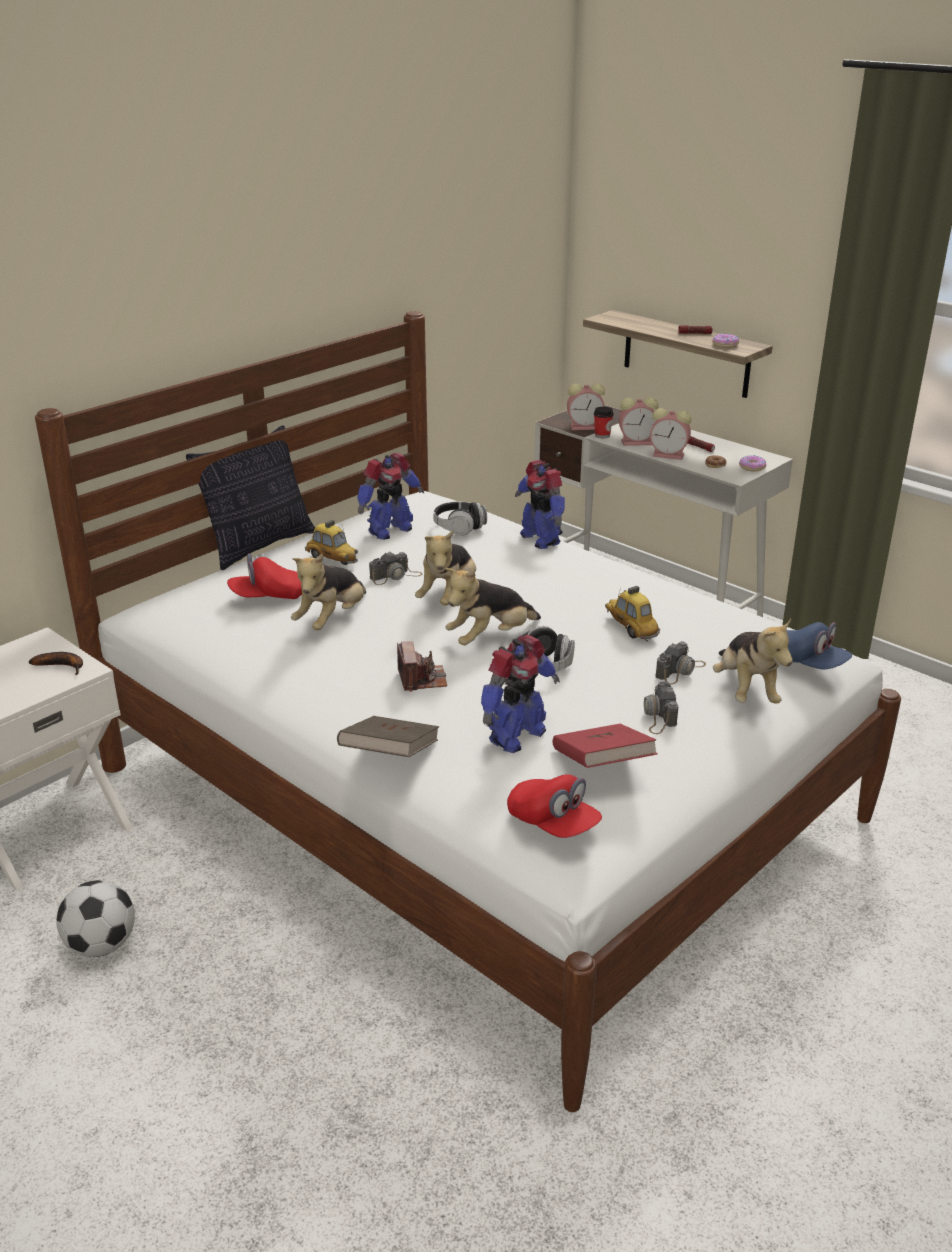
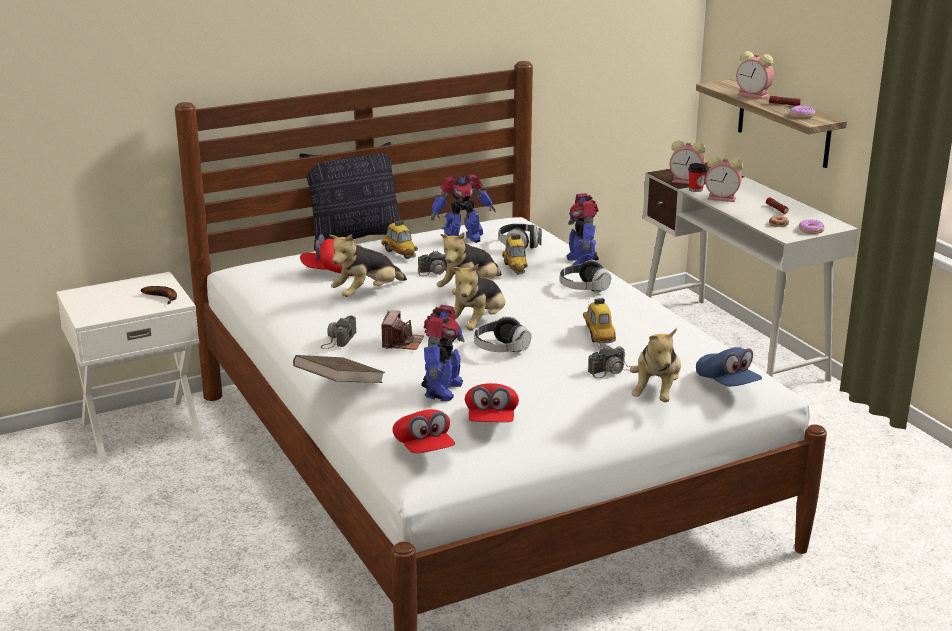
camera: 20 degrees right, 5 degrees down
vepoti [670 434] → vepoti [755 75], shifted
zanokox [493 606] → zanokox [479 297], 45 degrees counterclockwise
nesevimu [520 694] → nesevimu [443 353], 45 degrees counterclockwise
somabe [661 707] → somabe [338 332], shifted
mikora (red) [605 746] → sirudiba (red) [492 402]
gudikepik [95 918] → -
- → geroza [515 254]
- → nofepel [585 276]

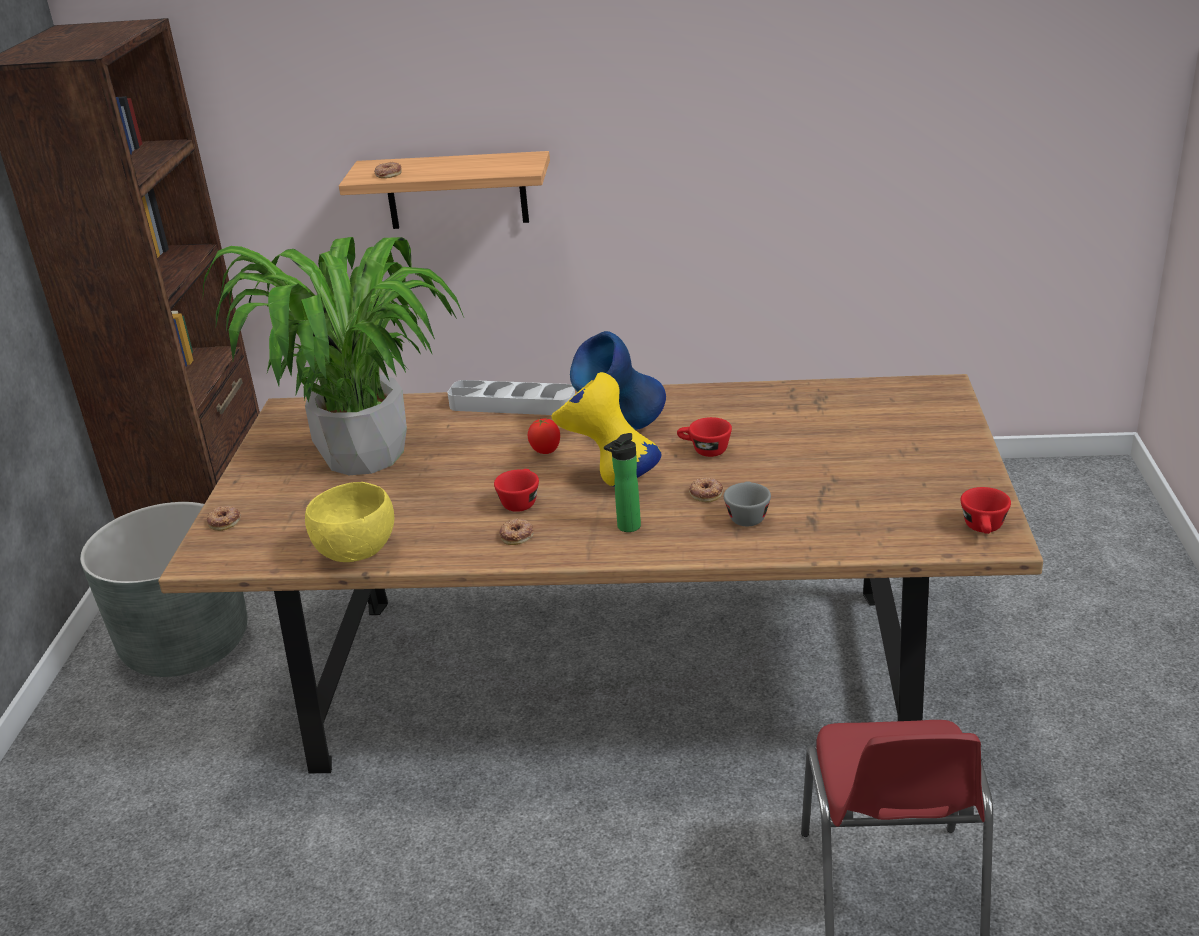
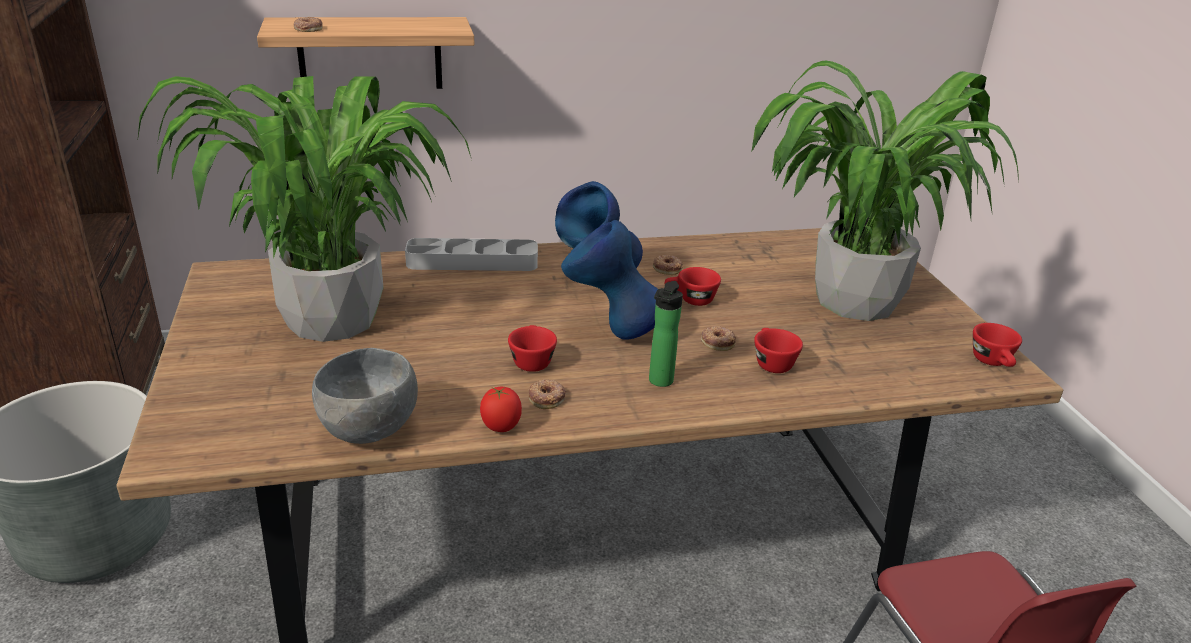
camera: 20 degrees left, 0 degrees up
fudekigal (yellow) [606 429] → fudekigal (blue) [609 280]
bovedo [544 436] → bovedo [501 409], shifted
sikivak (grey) [747 503] → sikivak (red) [778 350]
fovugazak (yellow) [349 522] → fovugazak (grey) [365 396]
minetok [224 518] → minetok [668 265], shifted
- → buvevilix [885 191]

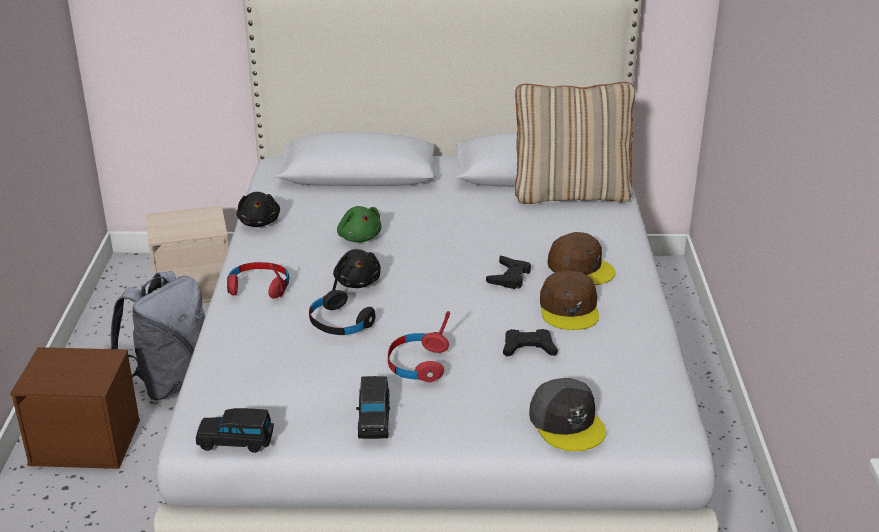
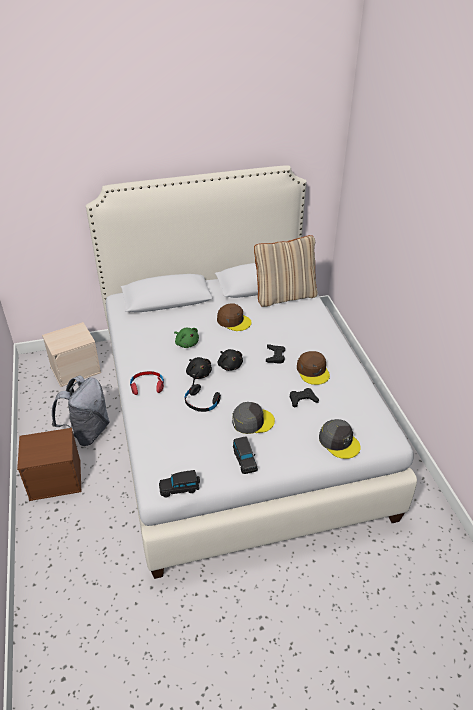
camera: 15 degrees left, 10 degrees up
zanokox (black) [258 209] → zanokox (black) [230 360], shifted
sirudiba (brown) [581 258] → sirudiba (brown) [234 317], shifted
nofepel (red) [419 346] → sirudiba (grey) [253 418]

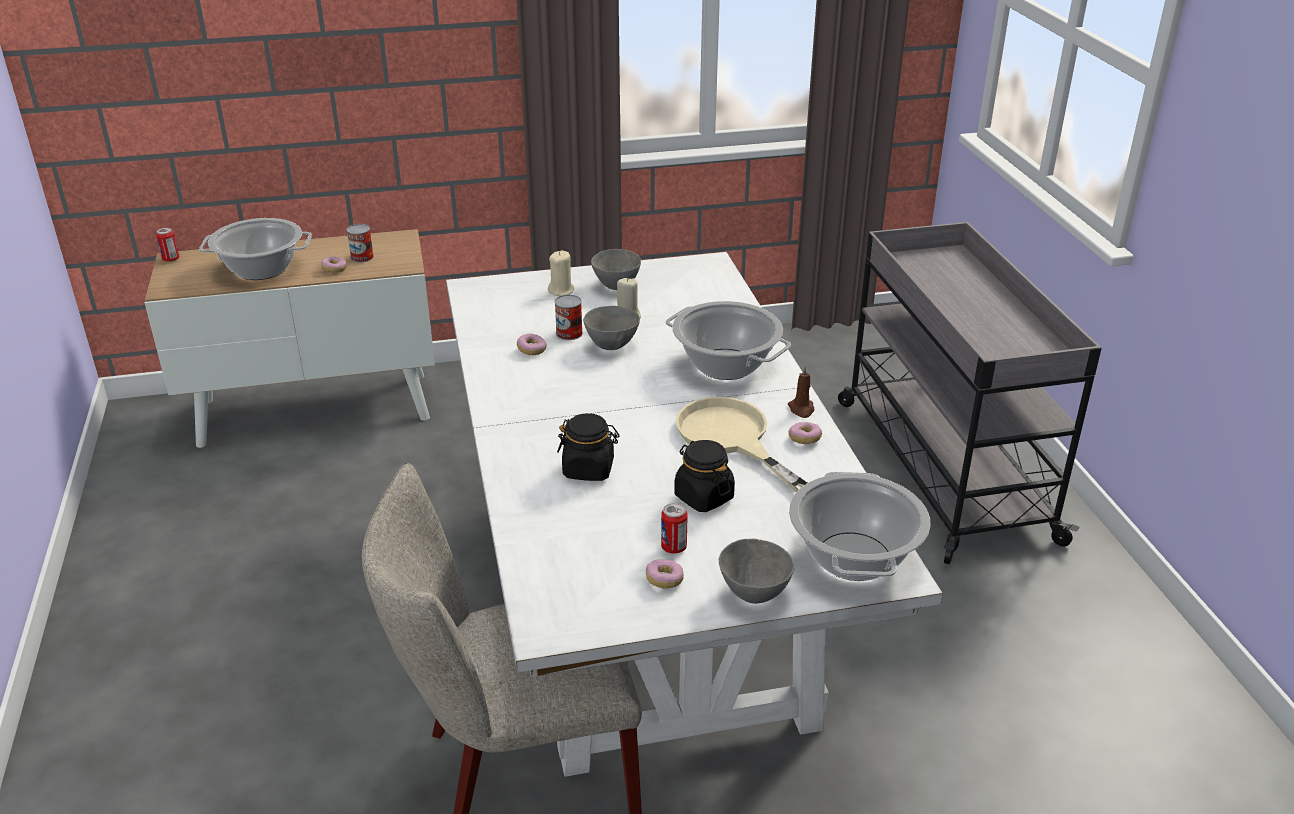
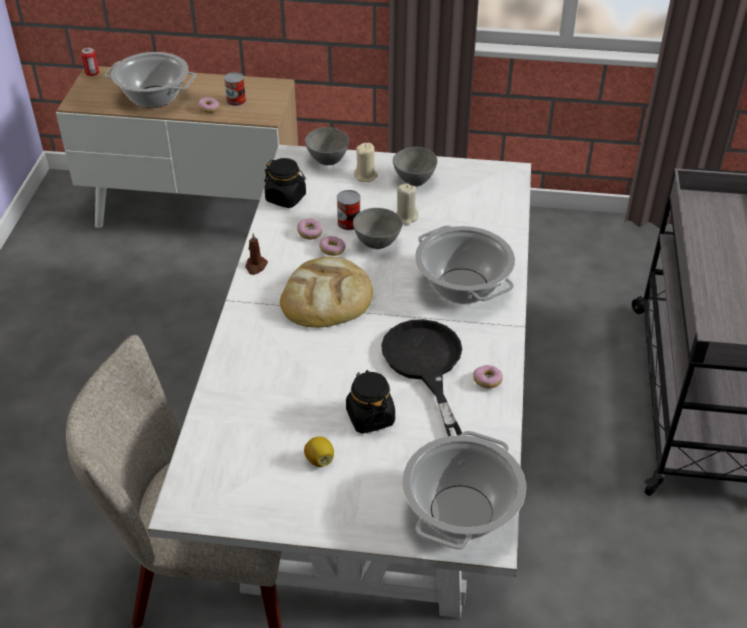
camera: 20 degrees right, 10 degrees up
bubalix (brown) [801 392] → bubalix (brown) [256 254], shifted
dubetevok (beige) [741 444] → dubetevok (black) [421 377]
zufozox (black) [588 447] → zufozox (black) [285 183], shifted
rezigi [674 528] → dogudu [319 452]
fovugazak (grey) [757 571] → fovugazak (grey) [327 146], shifted
minetok [665 574] → minetok [332 246], shifted
- → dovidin [326 292]

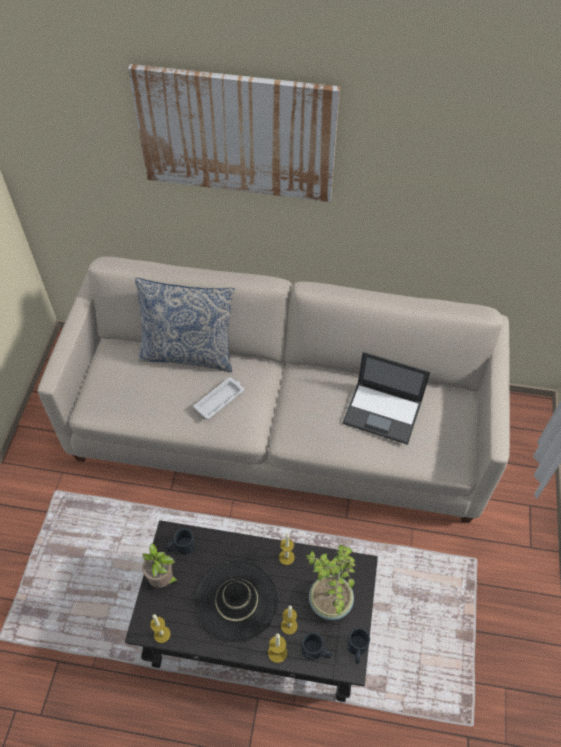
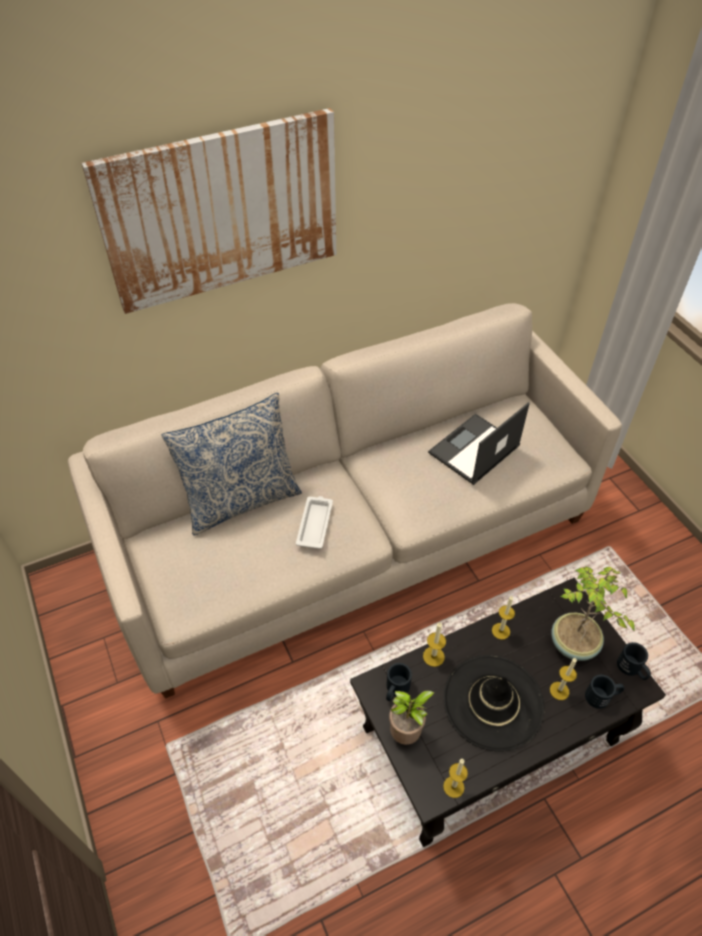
camera: 35 degrees left, 5 degrees down
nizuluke [386 398] → nizuluke [479 443], 150 degrees clockwise
bubalix [277 648] → bubalix [434 644], shifted

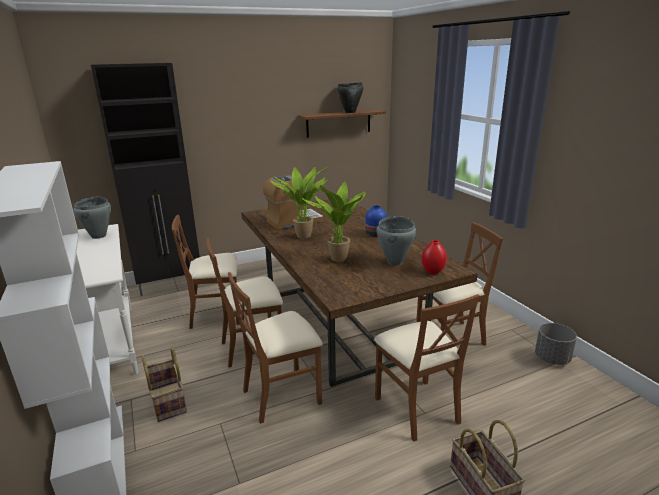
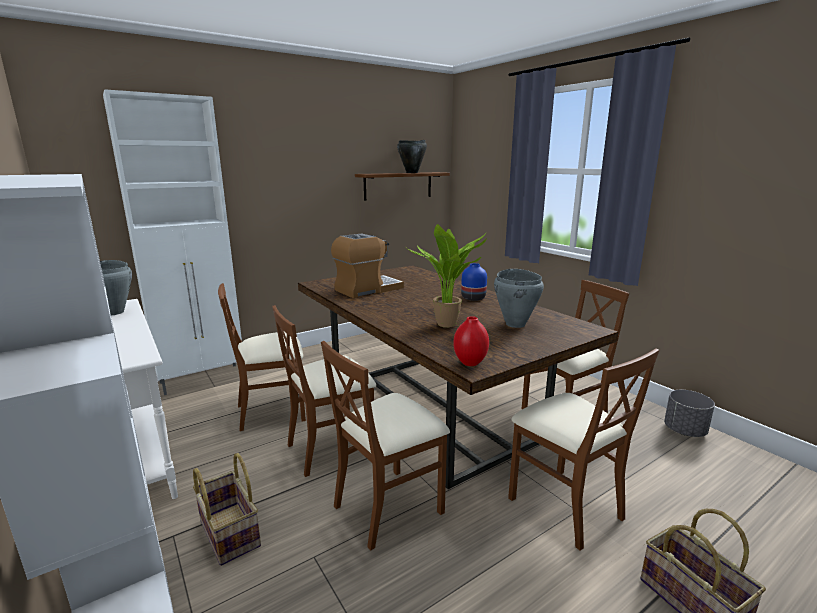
camera: 10 degrees left, 5 degrees down
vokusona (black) [145 179] → vokusona (white) [172 242]
buvevilix [299 202] → -
fudekigal (red) [434 257] → fudekigal (red) [471 341], shifted

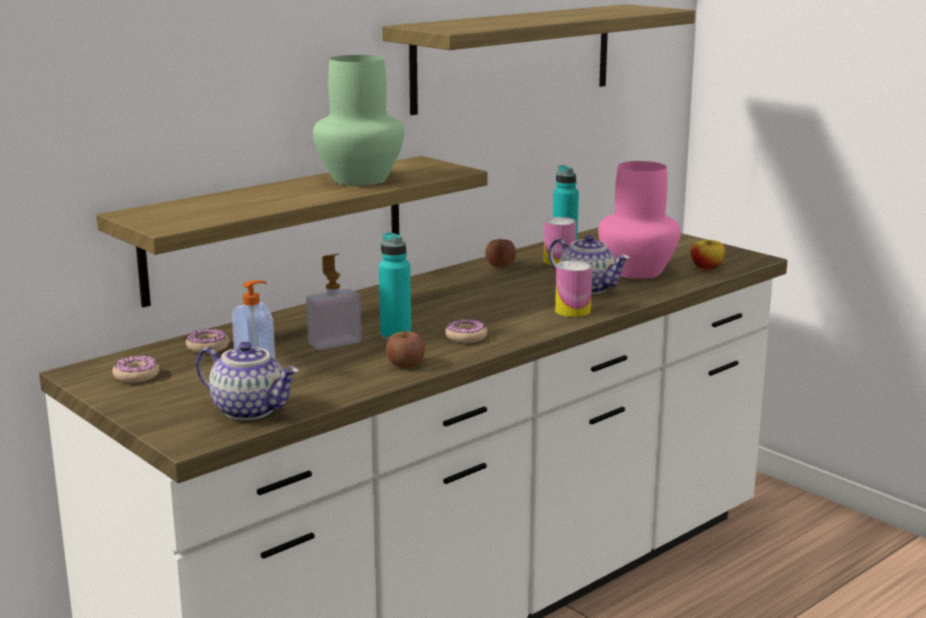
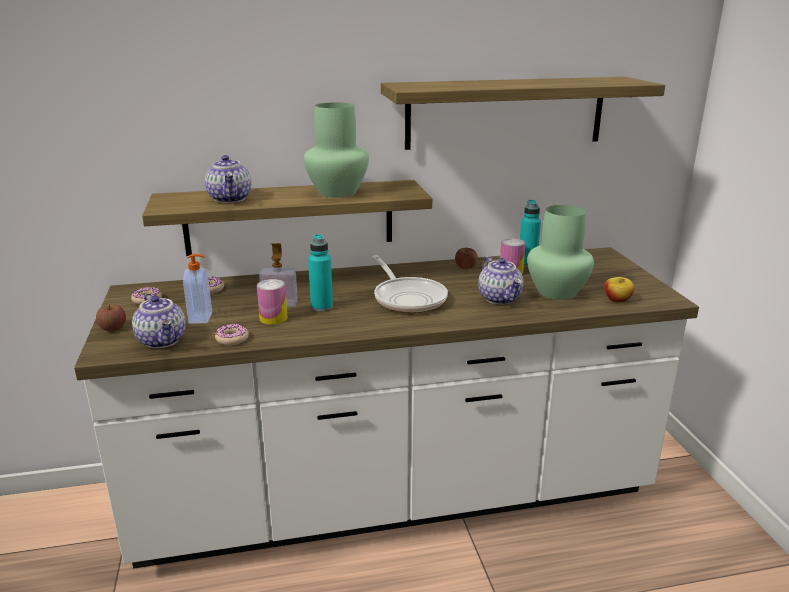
camera: 30 degrees right, 5 degrees up
fudekigal (pink) [639 220] → fudekigal (green) [560 252]
rezigi [573 289] → rezigi [272 302], shifted
minetok [466 331] → minetok [232 334], shifted
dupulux [405 349] → dupulux [111 318], shifted
- → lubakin [228 179]
- → dubetevok [410 284]

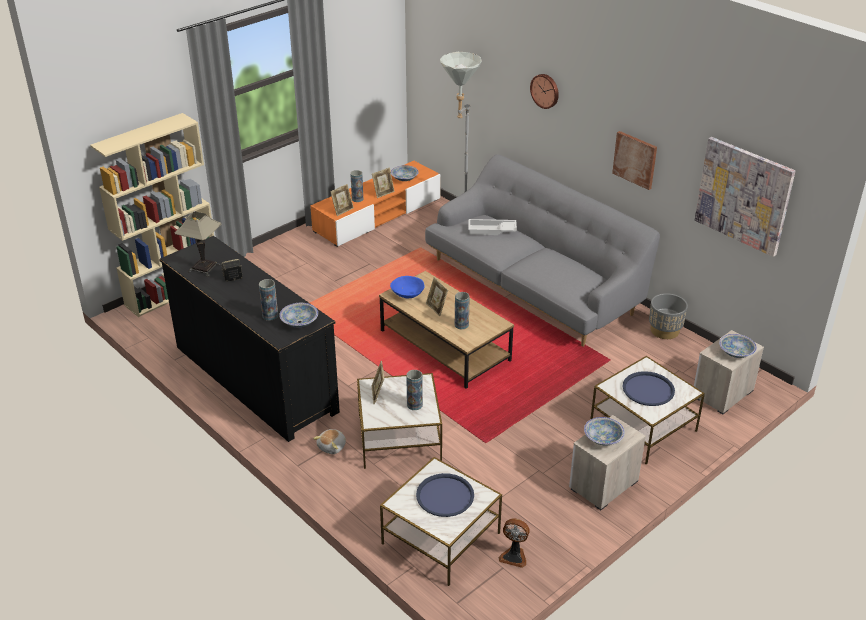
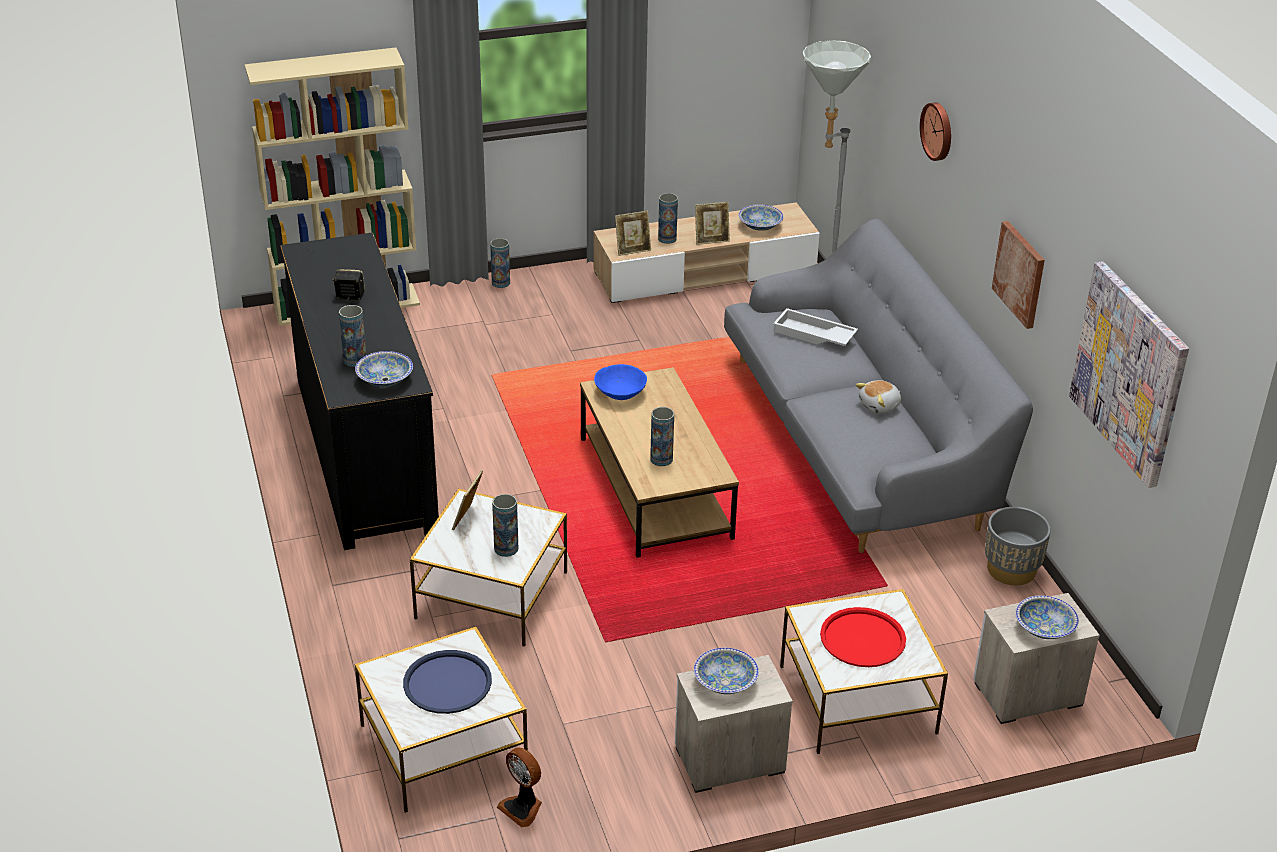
camera: 25 degrees right, 0 degrees up
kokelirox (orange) [375 204] → kokelirox (beige) [707 252]
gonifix [197 244] → -
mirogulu [437 296] → -
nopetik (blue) [648 388] → nopetik (red) [863 637]
zanokox [329 441] → zanokox [878 397], shifted
- → fudekigal [500 263]

